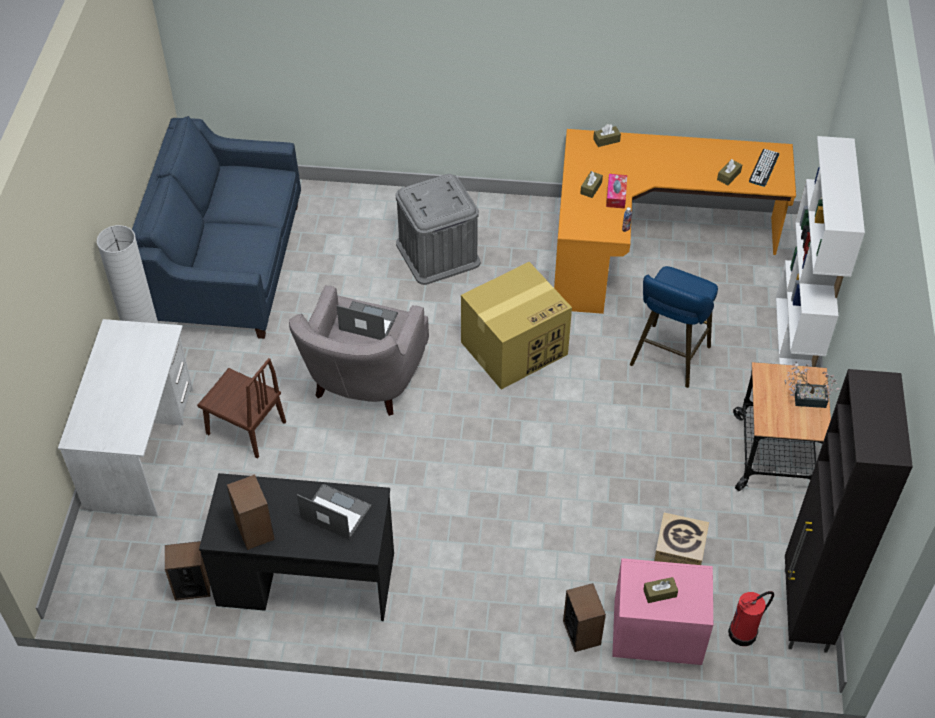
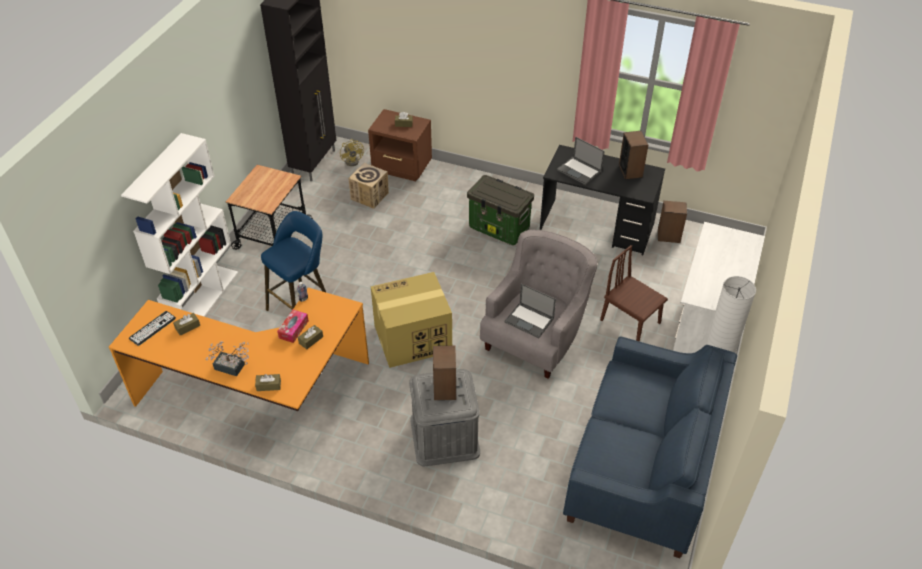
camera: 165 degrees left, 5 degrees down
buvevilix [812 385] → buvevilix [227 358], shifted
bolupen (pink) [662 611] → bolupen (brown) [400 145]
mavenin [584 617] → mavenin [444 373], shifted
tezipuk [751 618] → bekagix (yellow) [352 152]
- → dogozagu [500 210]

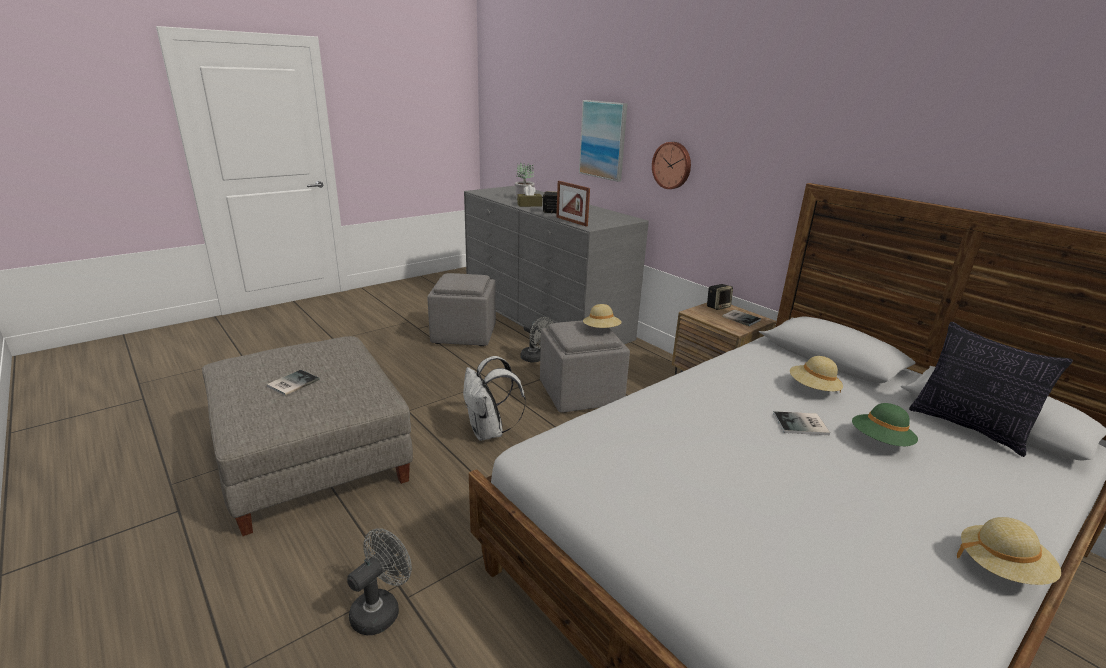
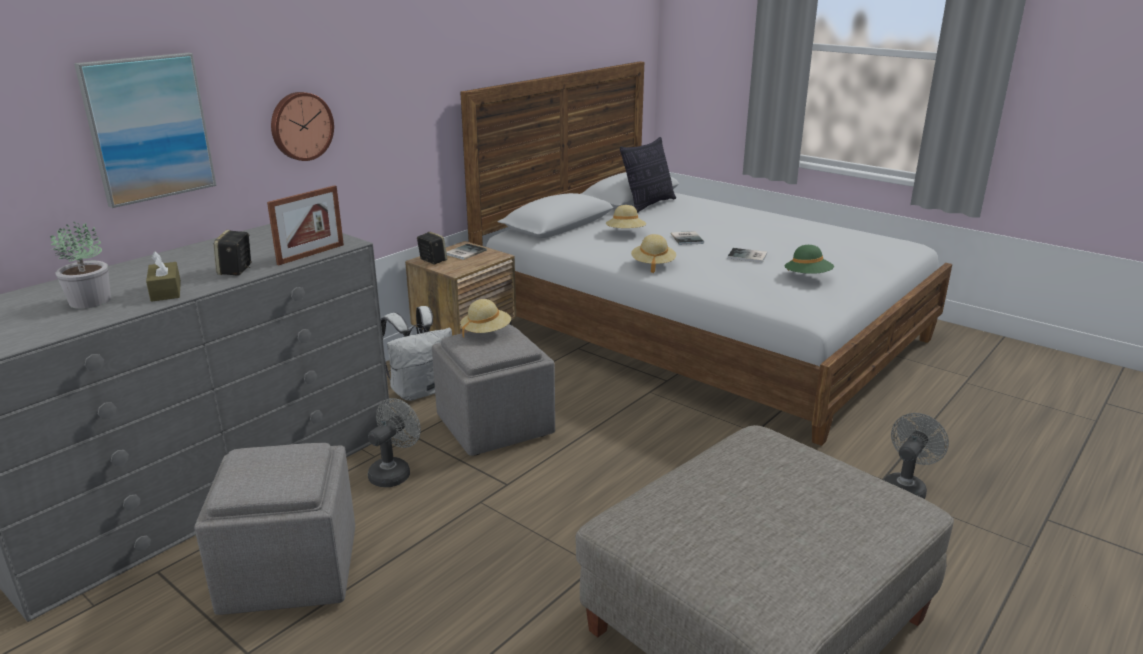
camera: 100 degrees left, 0 degrees up
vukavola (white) [494 398] → vukavola (white) [416 353], shifted
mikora [293 383] → mikora [747 255], shifted
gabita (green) [885 424] → gabita (green) [809 259], shifted
gabita (beige) [1009 551] → gabita (beige) [653 253], shifted
bekagix (grey) [379 581] → bekagix (grey) [916 456], 105 degrees clockwise

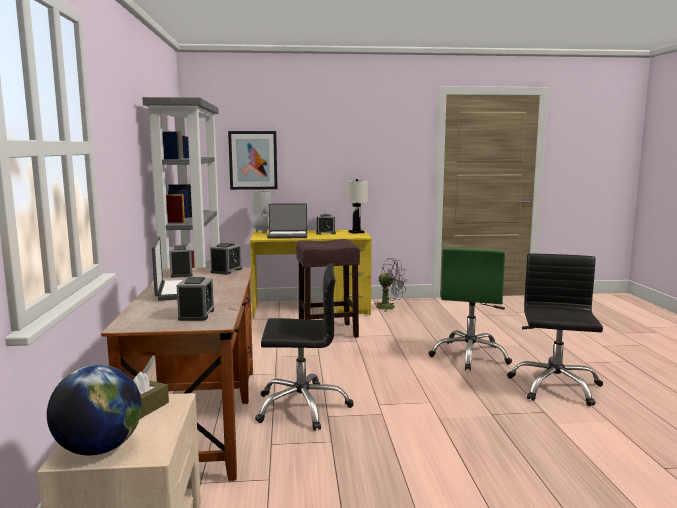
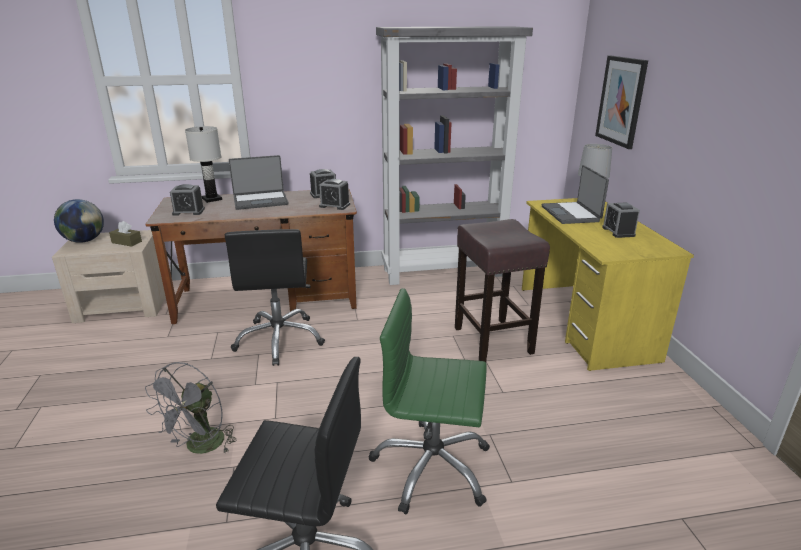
camera: 85 degrees right, 15 degrees up
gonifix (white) [357 206] → gonifix (white) [203 164], shifted
bekagix (grey) [390 285] → bekagix (grey) [191 408], shifted

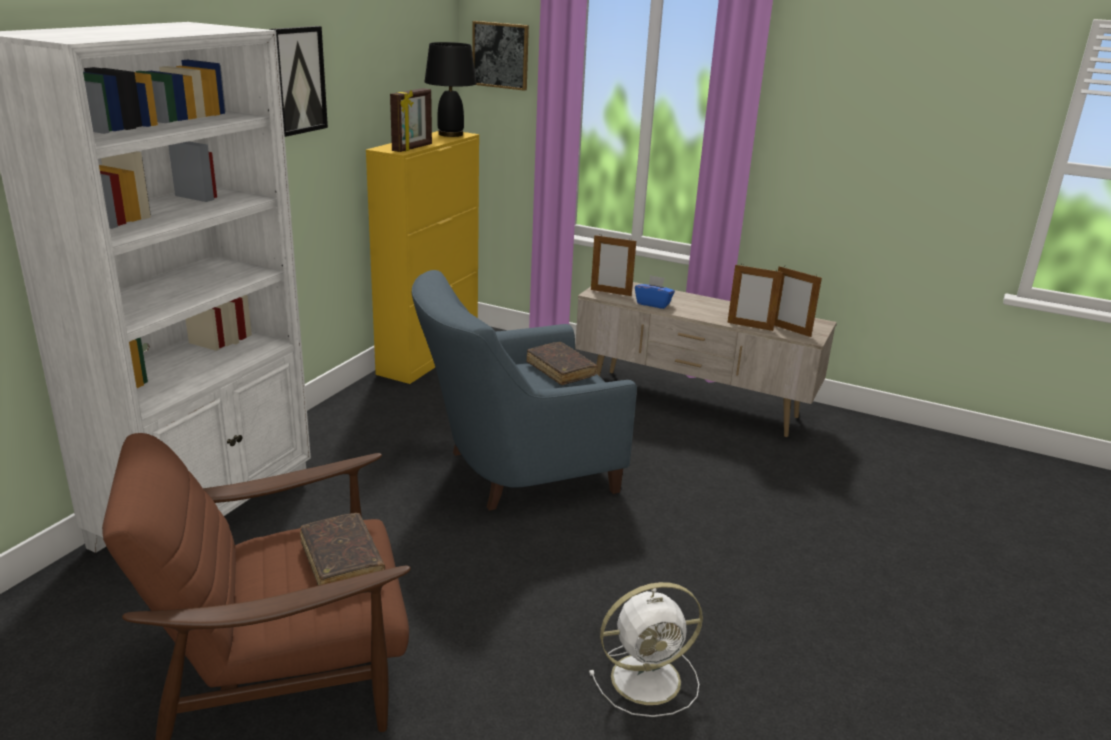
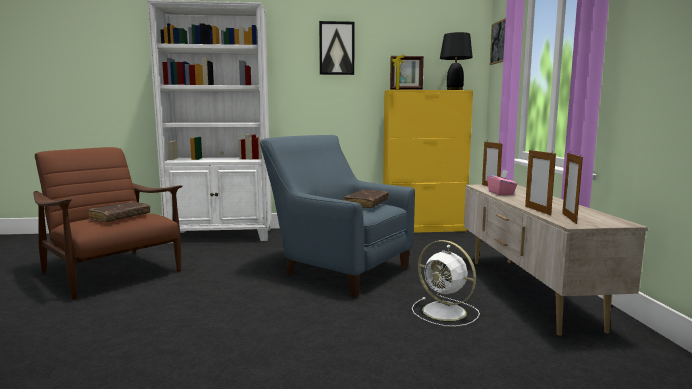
camera: 60 degrees right, 15 degrees down
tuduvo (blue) [655 292] → tuduvo (pink) [502 182]
bekagix (white) [646 649] → bekagix (white) [446 283], shifted

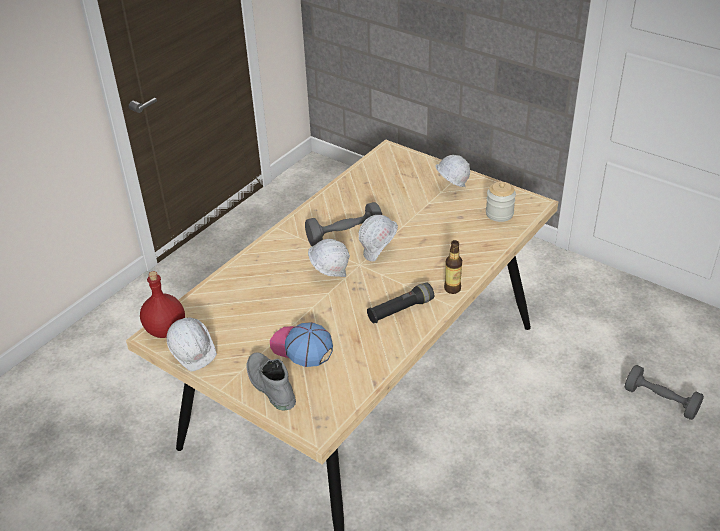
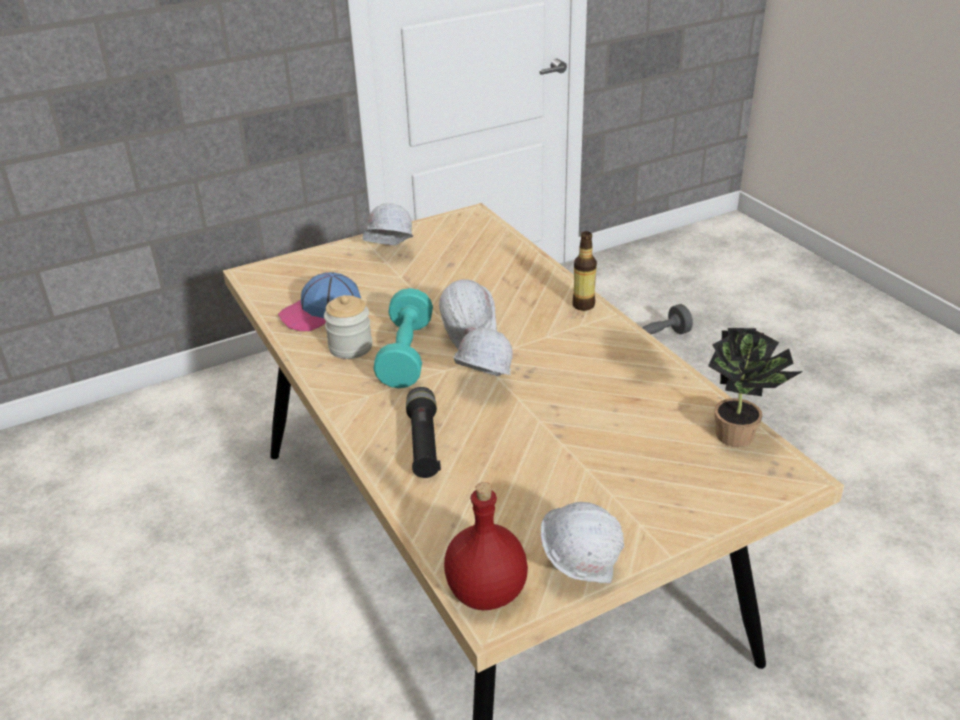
camera: 65 degrees left, 5 degrees down
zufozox [501 202] → zufozox [348 327], shifted
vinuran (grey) [343 224] → vinuran (turquoise) [403 338]
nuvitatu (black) [400 302] → nuvitatu (black) [423 432], shifted
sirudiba [301 344] → sirudiba [319 301], shifted
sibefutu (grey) [271 381] → -
- → buvevilix [755 387]

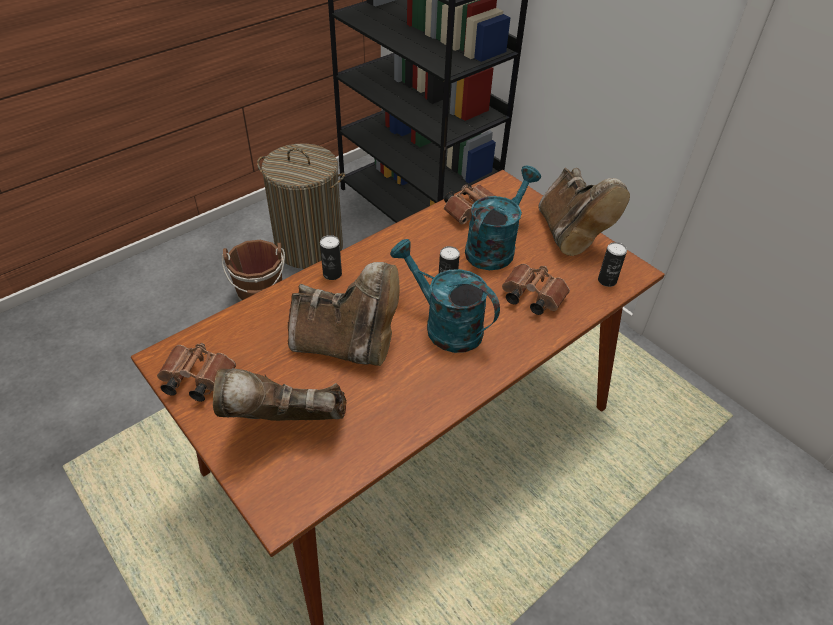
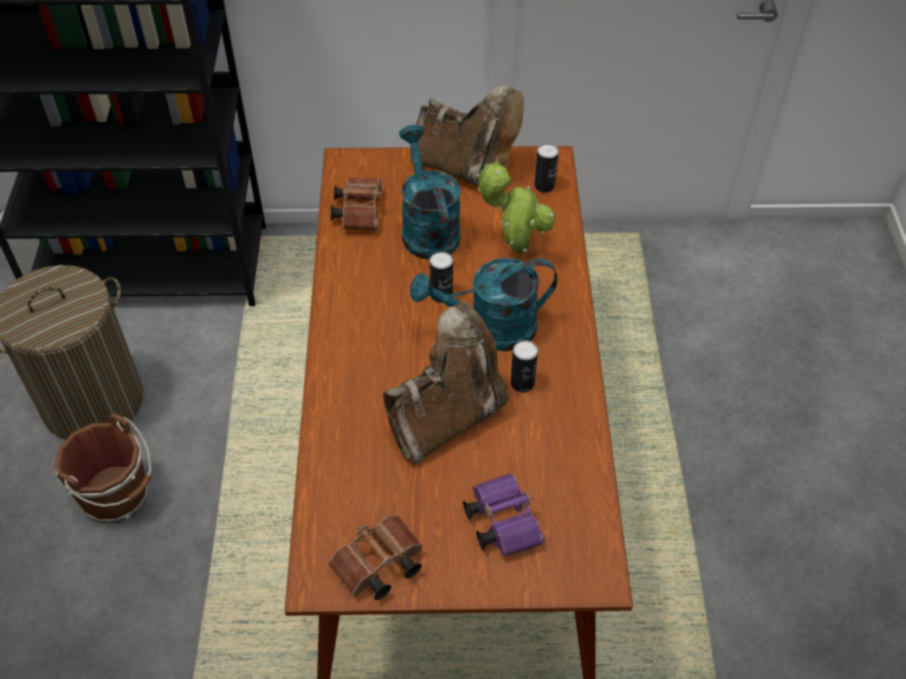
camera: 50 degrees left, 5 degrees up
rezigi [331 257] → rezigi [524 366], shifted
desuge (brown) [536 289] → buvevilix [515 207]
sibefutu (brown) [279 394] → desuge (purple) [503 514]

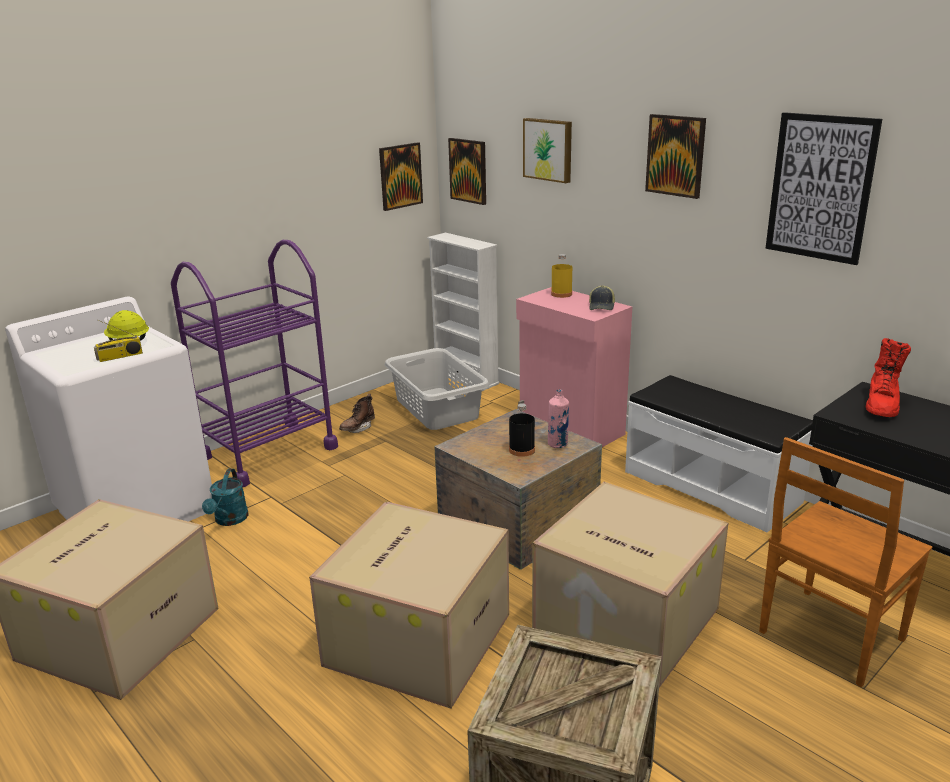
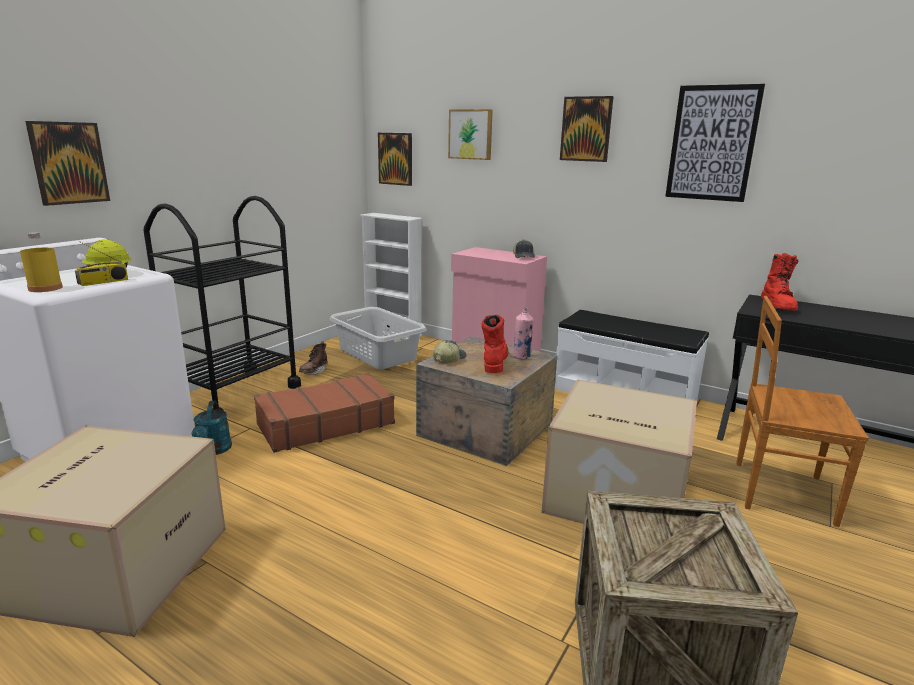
camera: 15 degrees left, 5 degrees down
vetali [401 176] → vetali [67 163], shifted
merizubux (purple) [254 363] → merizubux (black) [222 303]
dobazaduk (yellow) [561 276] → dobazaduk (yellow) [41 262], shifted
dobazaduk (black) [522 430] → sibefutu (red) [495 344]
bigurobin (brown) [845 562] → bigurobin (brown) [802 411], 75 degrees clockwise
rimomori [409 605] → -
- → sirudiba [449 351]
- → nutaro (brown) [324 413]

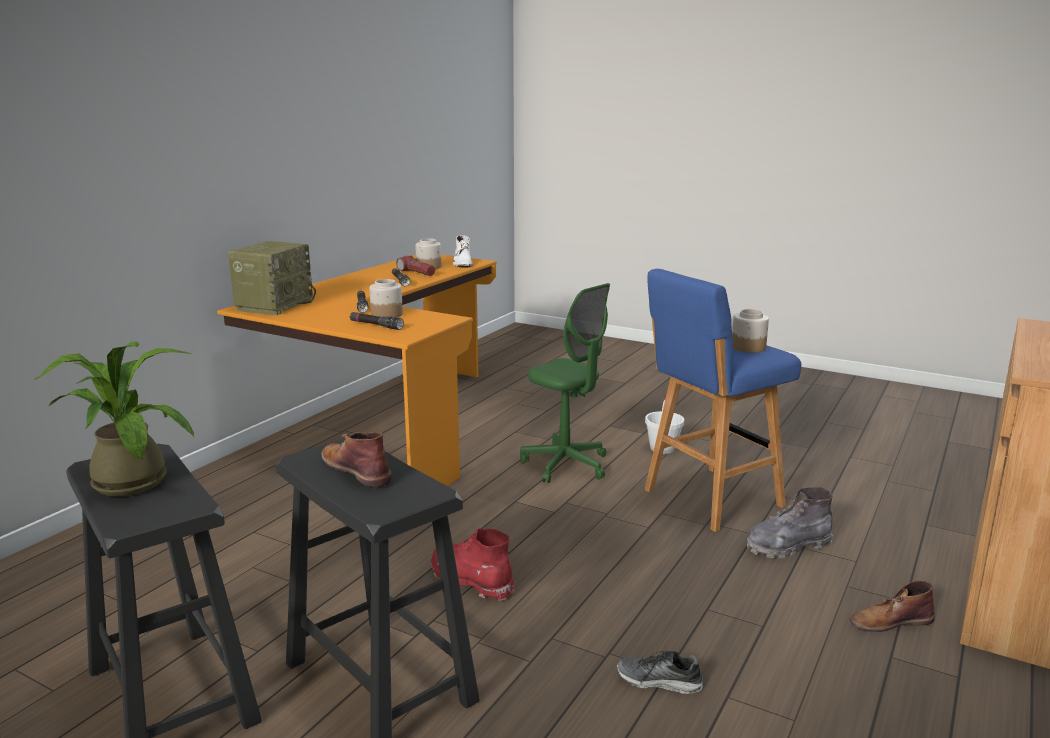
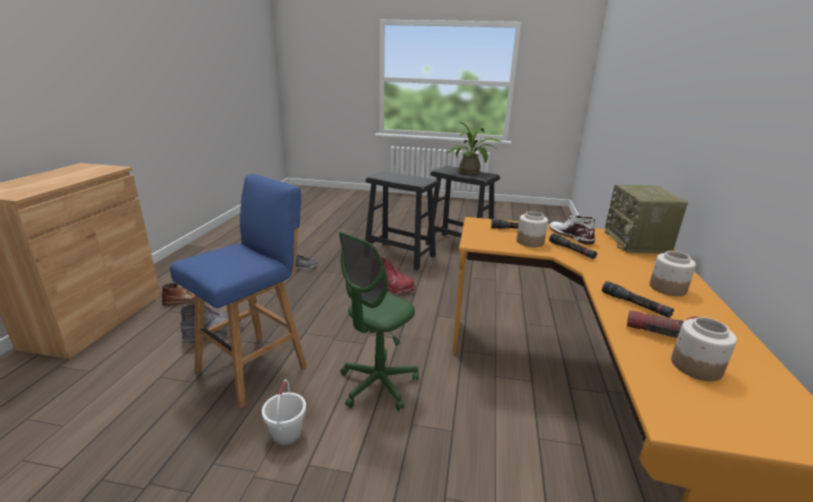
camera: 160 degrees right, 5 degrees up
sibefutu (white) [463 251] → sibefutu (white) [572 230], shifted
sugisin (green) [565 383] → sugisin (green) [379 321], 75 degrees counterclockwise
zufozox [750 331] → zufozox [672 273], shifted
sibefutu (brown) [357 459] → -

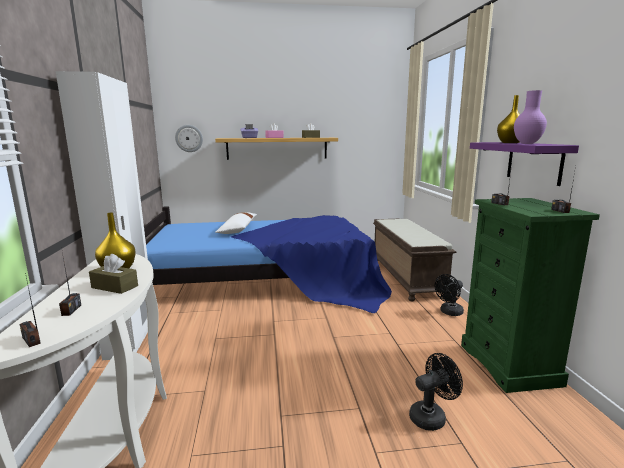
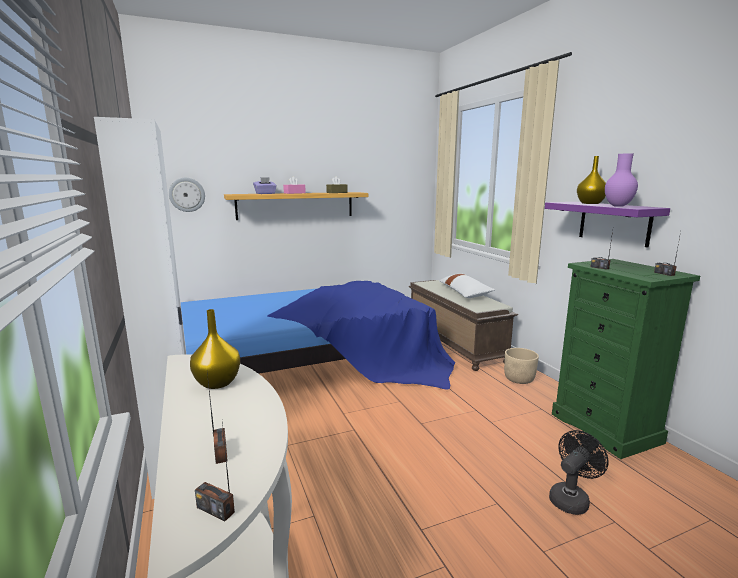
camera: 15 degrees left, 0 degrees up
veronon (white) [236 223] → veronon (white) [467 286], shifted
tuduvo (brown) [113 274] → -
bekagix (black) [449 295] → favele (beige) [521 366]

